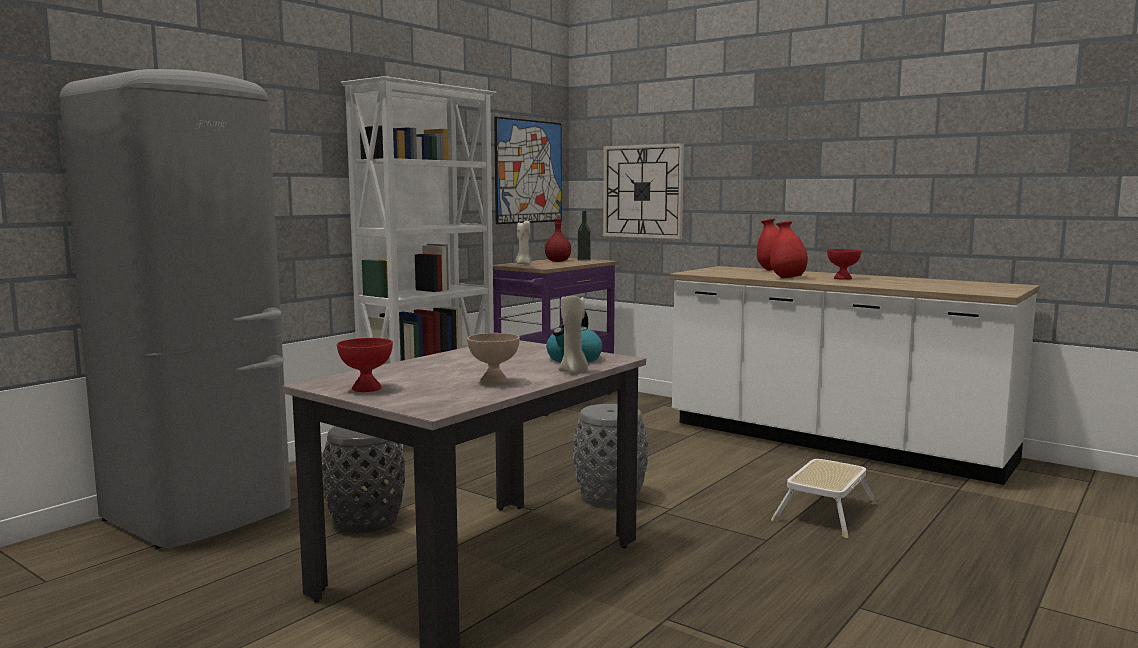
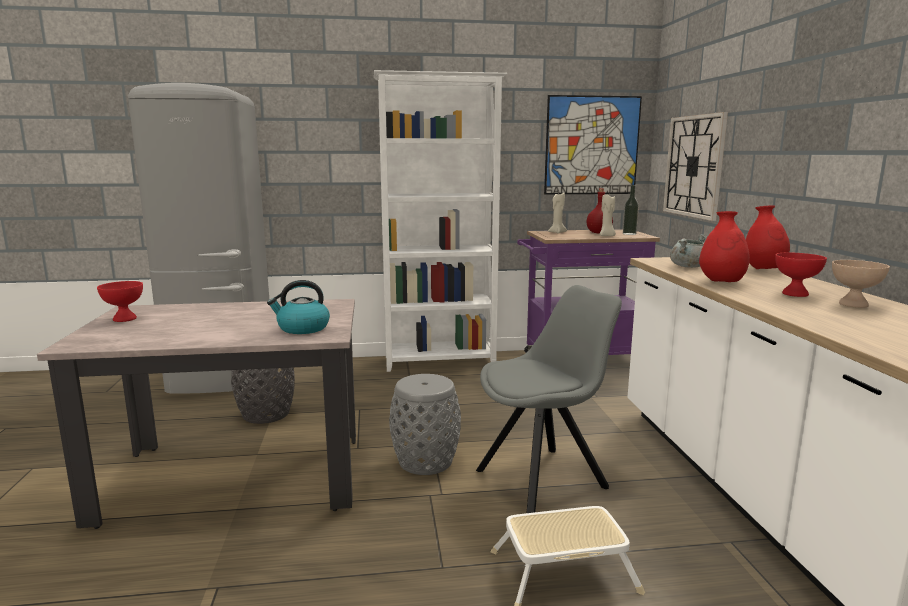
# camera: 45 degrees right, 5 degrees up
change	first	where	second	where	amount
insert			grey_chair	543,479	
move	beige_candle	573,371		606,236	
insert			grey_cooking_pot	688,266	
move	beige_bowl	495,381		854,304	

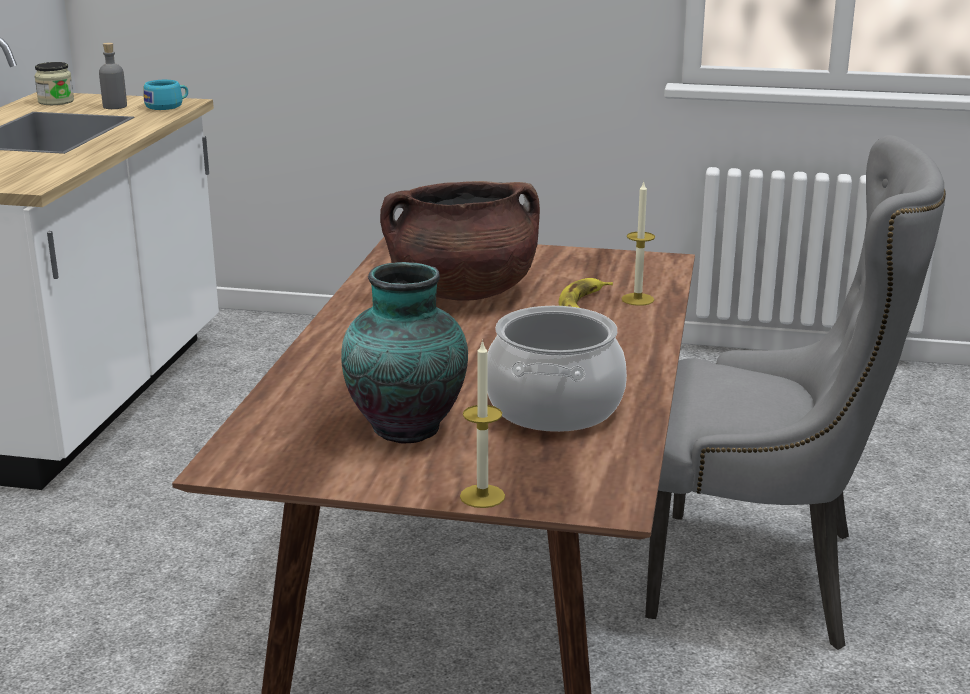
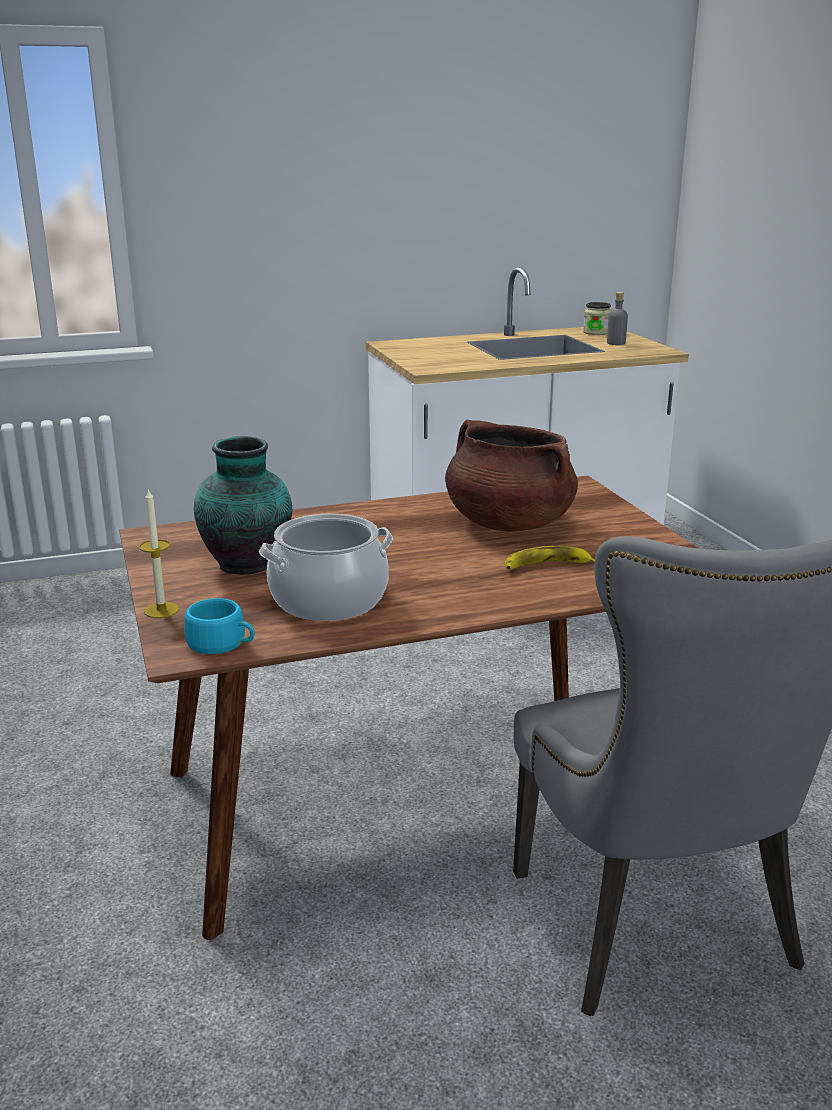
# camera: 60 degrees right, 0 degrees up
change	first	where	second	where	amount
move	turquoise_cup	168,106		222,644	
delete	candle	637,299			

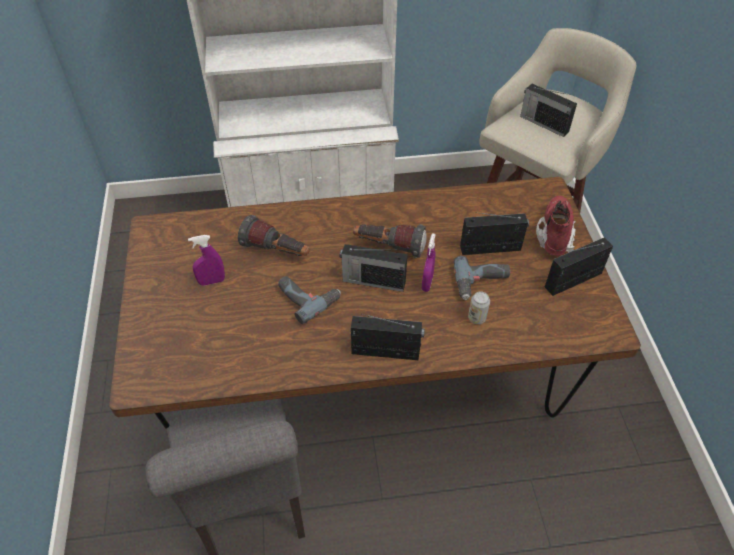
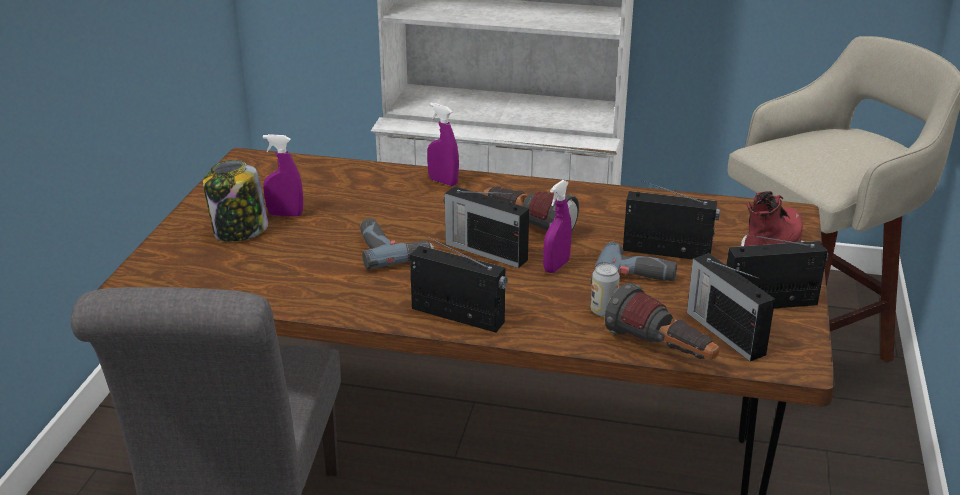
# camera: 20 degrees right, 20 degrees down
change	first	where	second	where	amount
insert			jar	239,232	
insert			purple_spray_bottle	443,182	
move	flashlight	277,251		662,351	
move	radio	543,123		724,332	

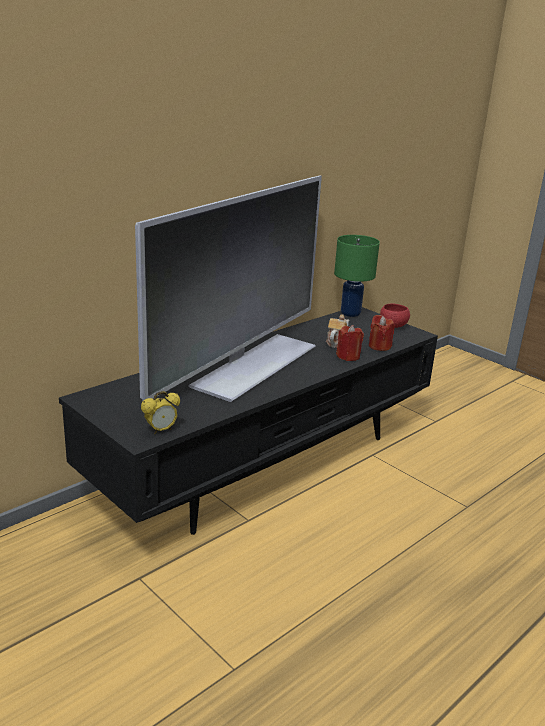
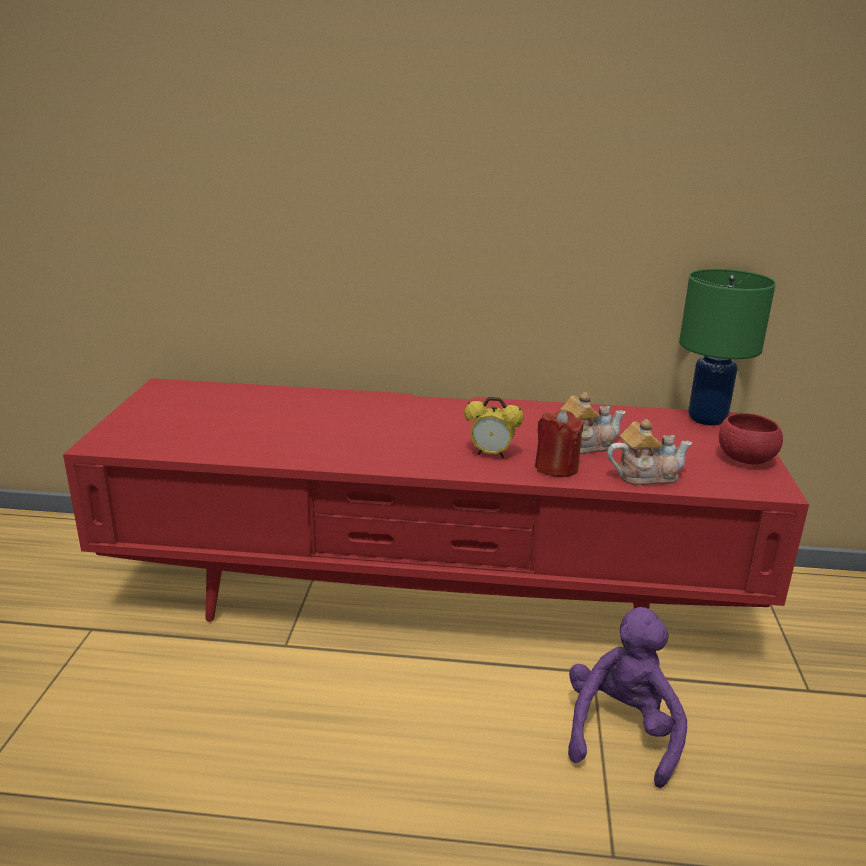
# camera: 50 degrees right, 0 degrees up
change	first	where	second	where	amount
recolor	black_tv_stand	265,461	red_tv_stand	429,593	
move	alarm_clock	161,430		491,454	
insert			purple_plush_toy	621,731	
replace	red_candle	379,346	teapot	645,475	
delete	television	253,365			

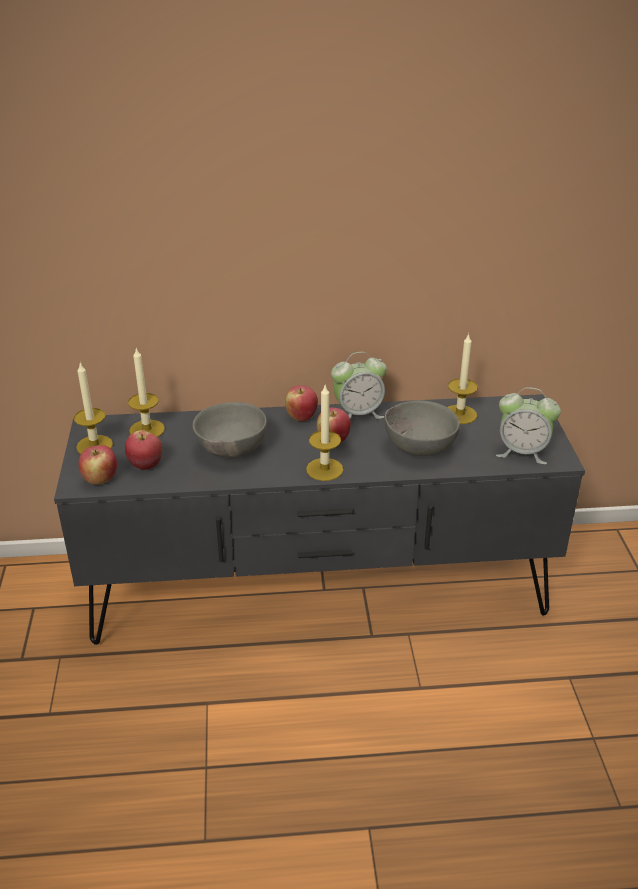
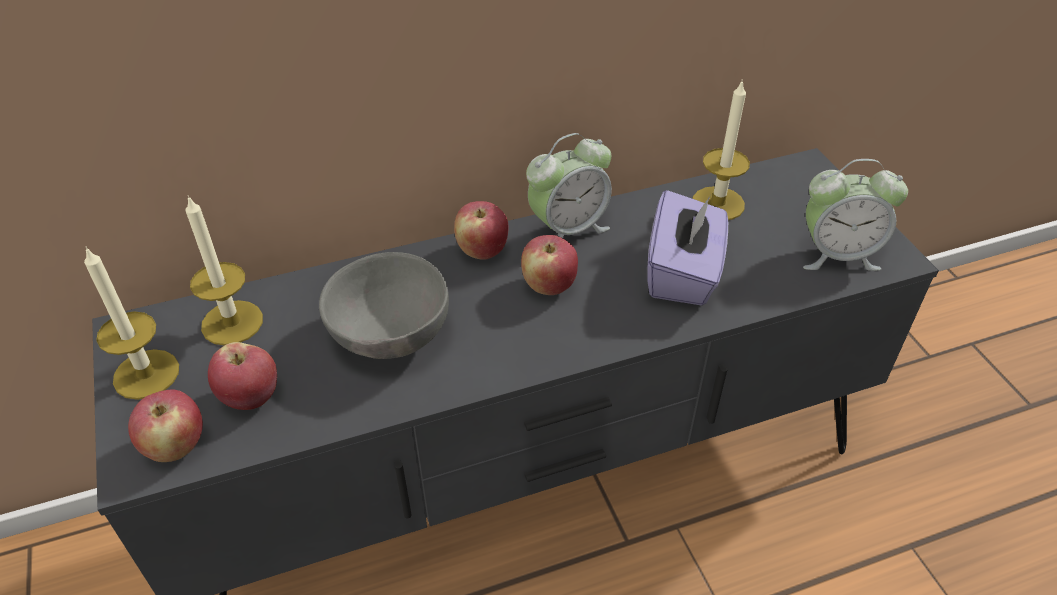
# camera: 15 degrees left, 10 degrees up
change	first	where	second	where	amount
replace	grey_bowl	418,446	purple_tissue_box	683,273	
delete	candle	324,469			

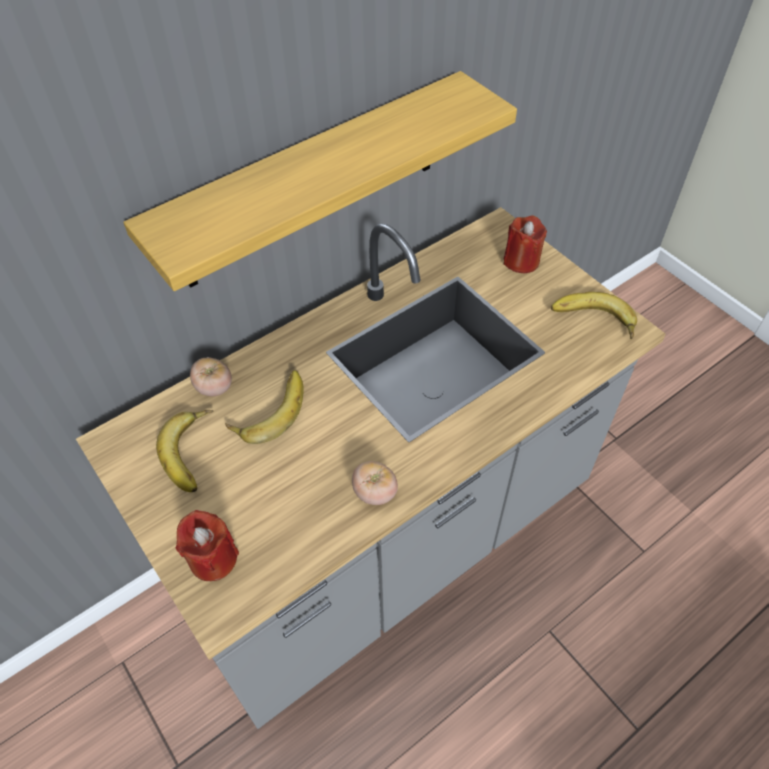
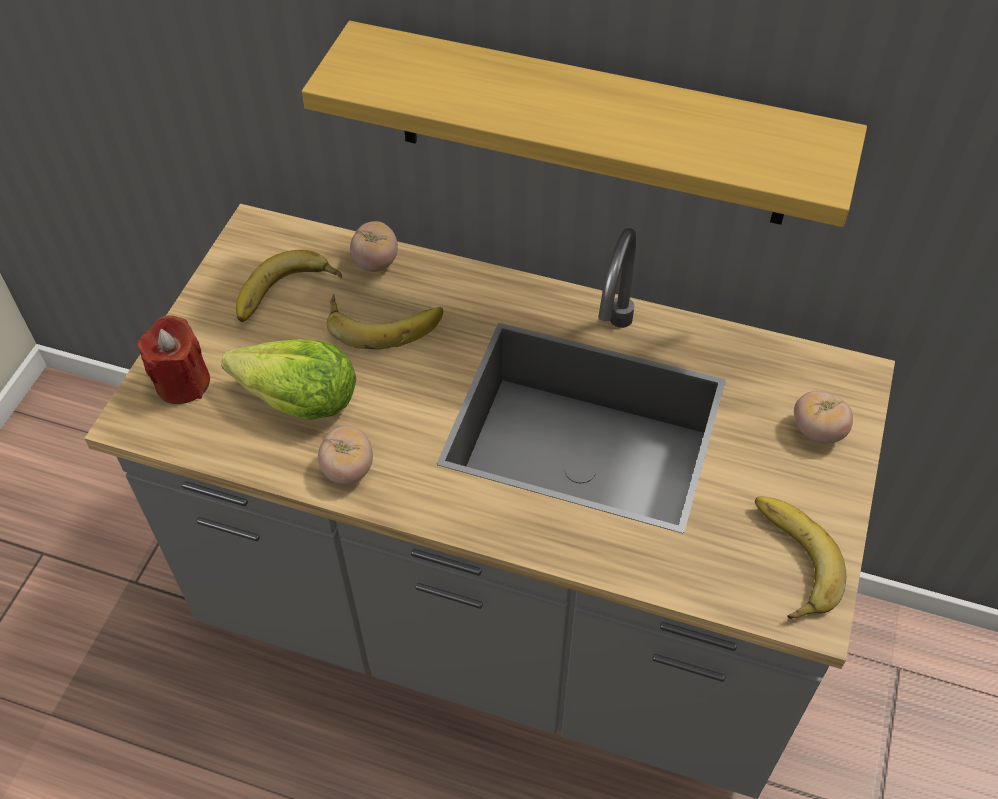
# camera: 55 degrees right, 0 degrees up
change	first	where	second	where	amount
insert			lettuce	298,400	
replace	red_candle	521,261	tomato	817,431	

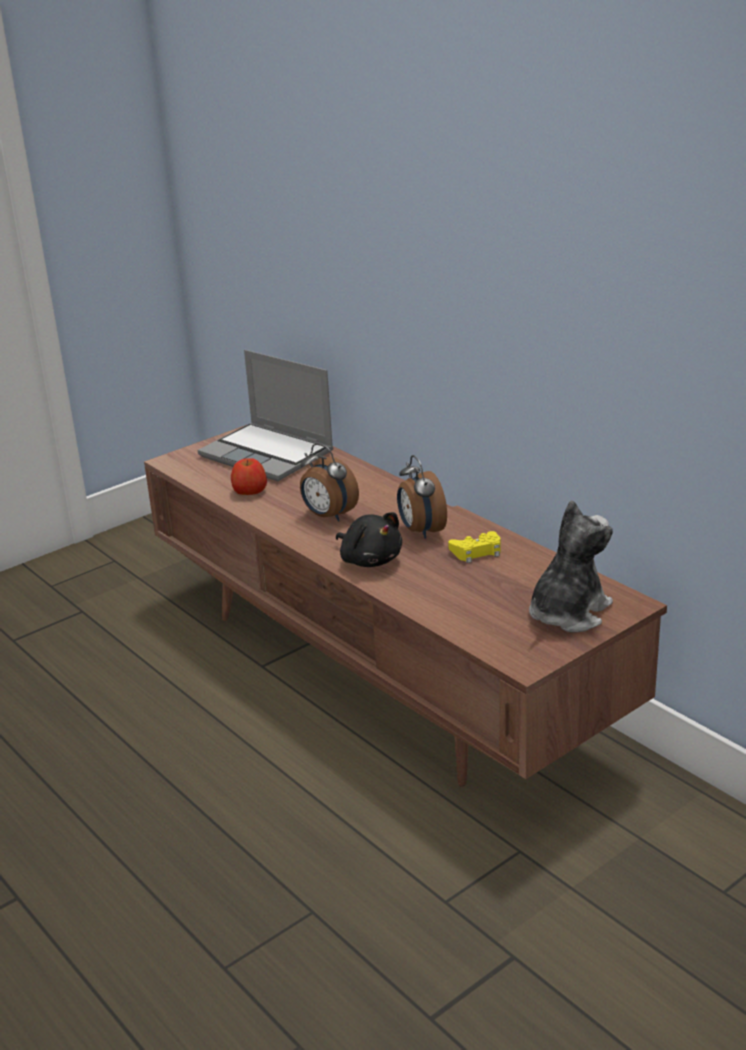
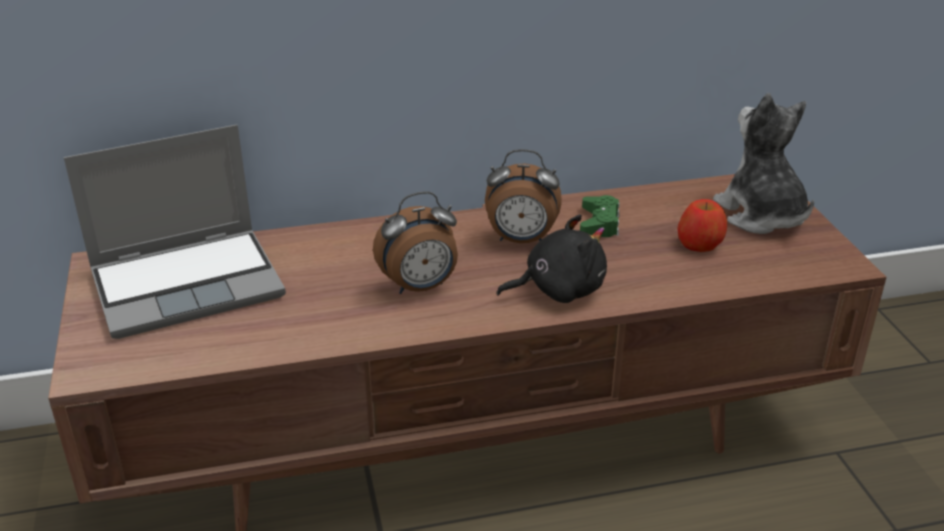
# camera: 65 degrees left, 5 degrees up
change	first	where	second	where	amount
recolor	yellow_game_controller	477,552	green_game_controller	599,223	
move	apple	249,491		700,244	

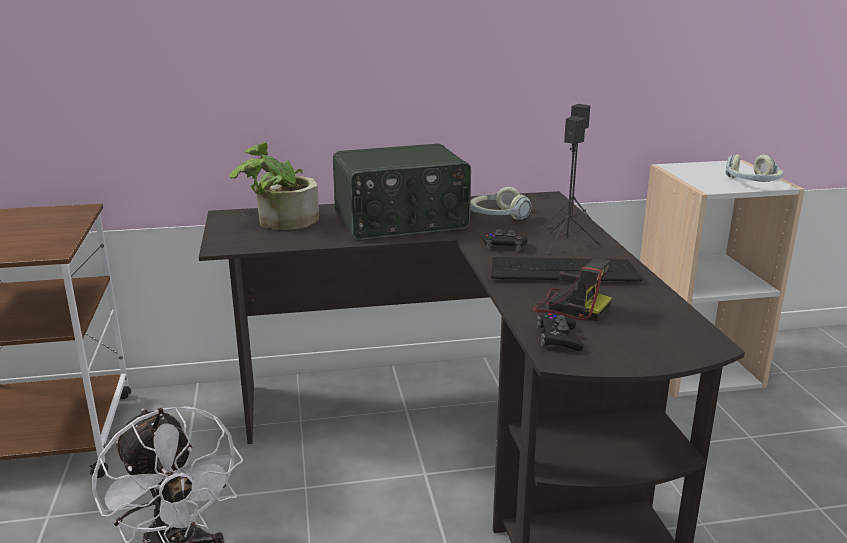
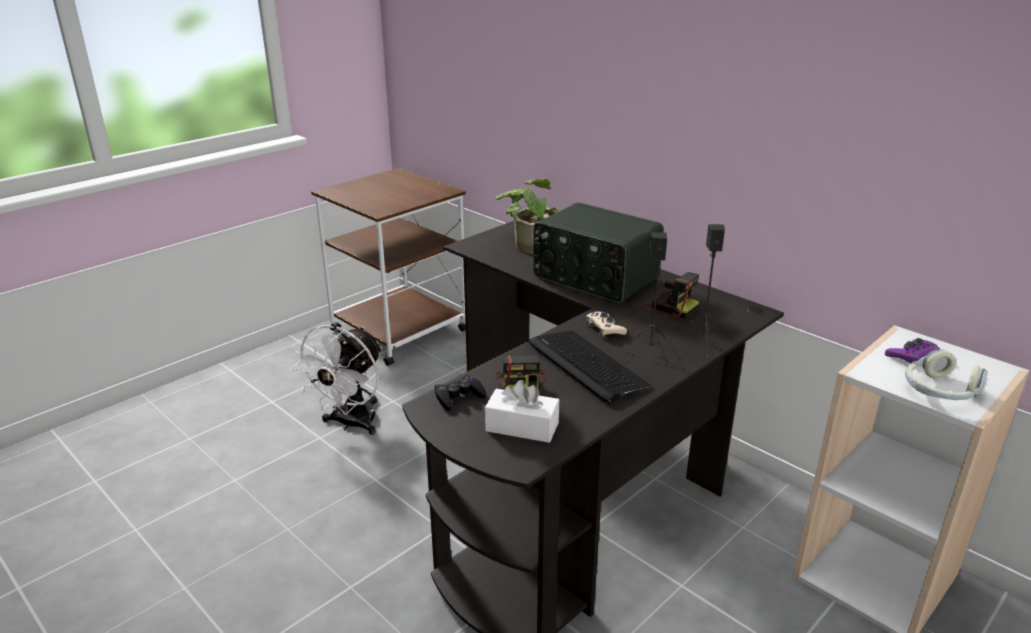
# camera: 55 degrees right, 5 degrees up
change	first	where	second	where	amount
insert			white_tissue_box	522,427	
recolor	black_game_controller	504,246	beige_game_controller	605,329	
replace	headphones	497,216	photo_camera	668,306	
insert			purple_game_controller	912,357	

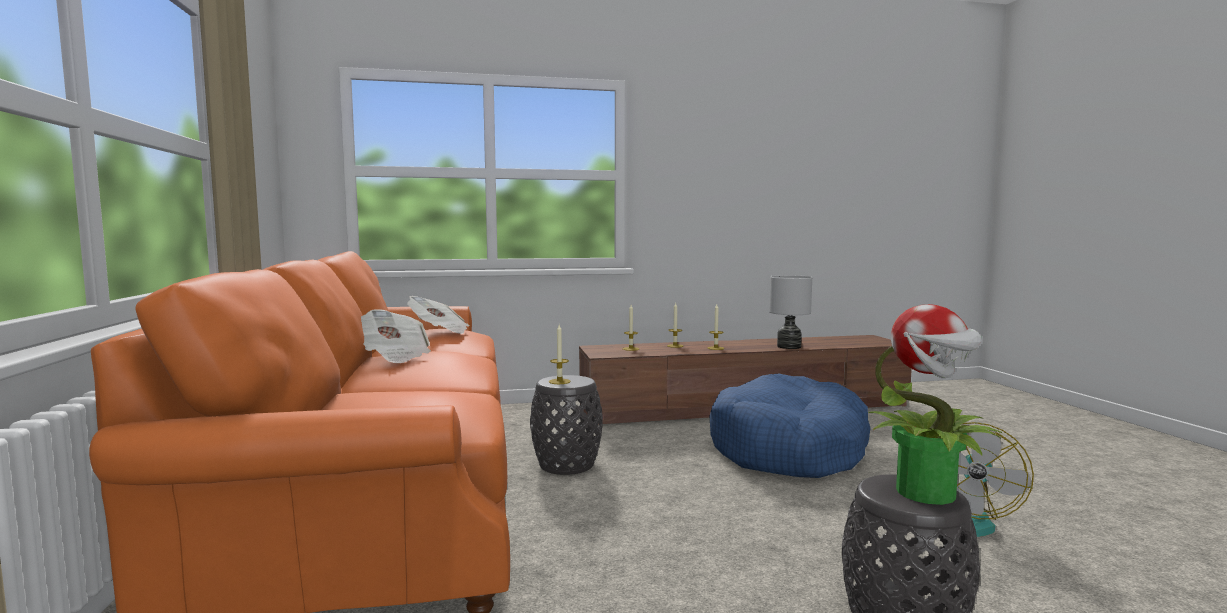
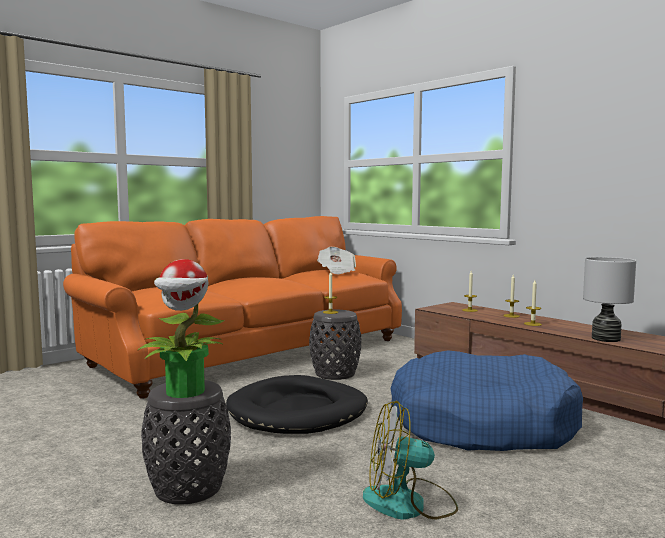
# camera: 60 degrees right, 0 degrees up
change	first	where	second	where	amount
insert			black_dog_bed	298,411	
delete	newspaper	393,356			

